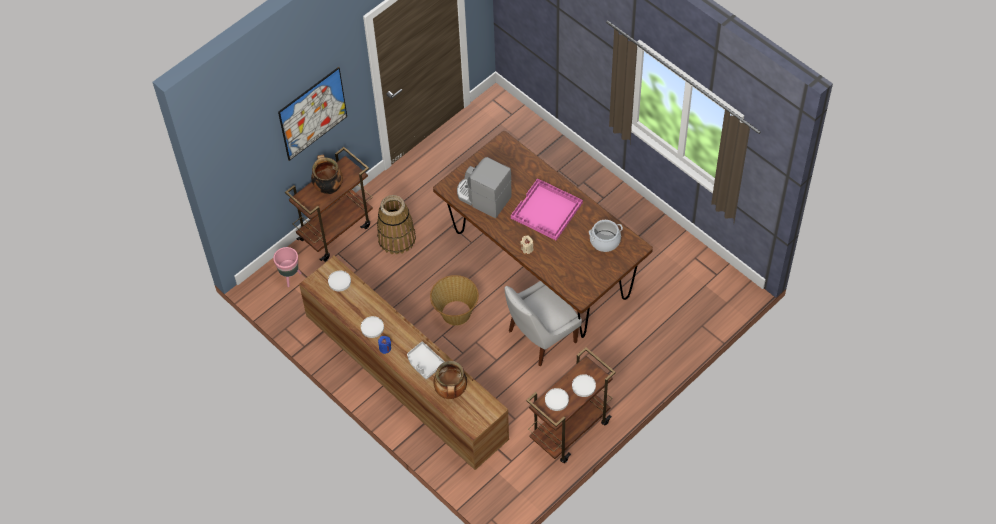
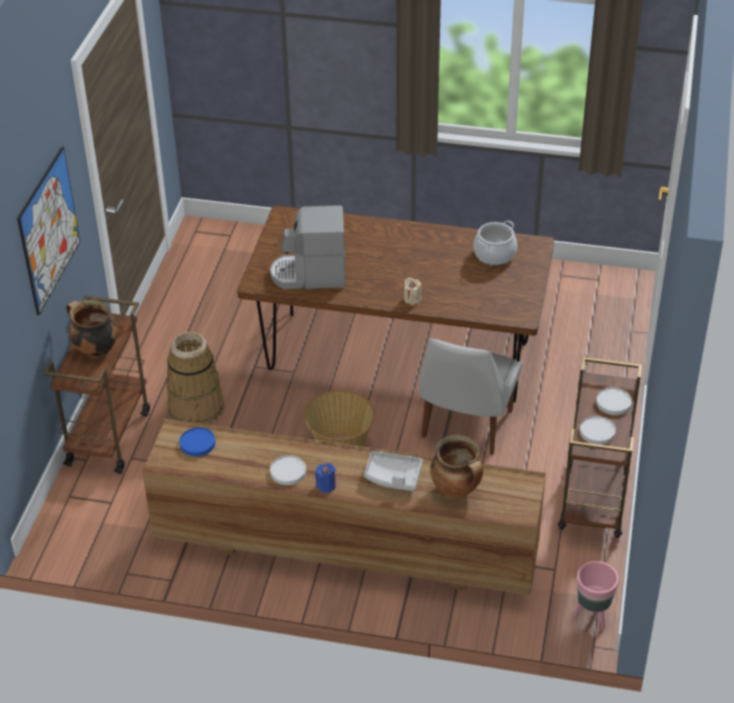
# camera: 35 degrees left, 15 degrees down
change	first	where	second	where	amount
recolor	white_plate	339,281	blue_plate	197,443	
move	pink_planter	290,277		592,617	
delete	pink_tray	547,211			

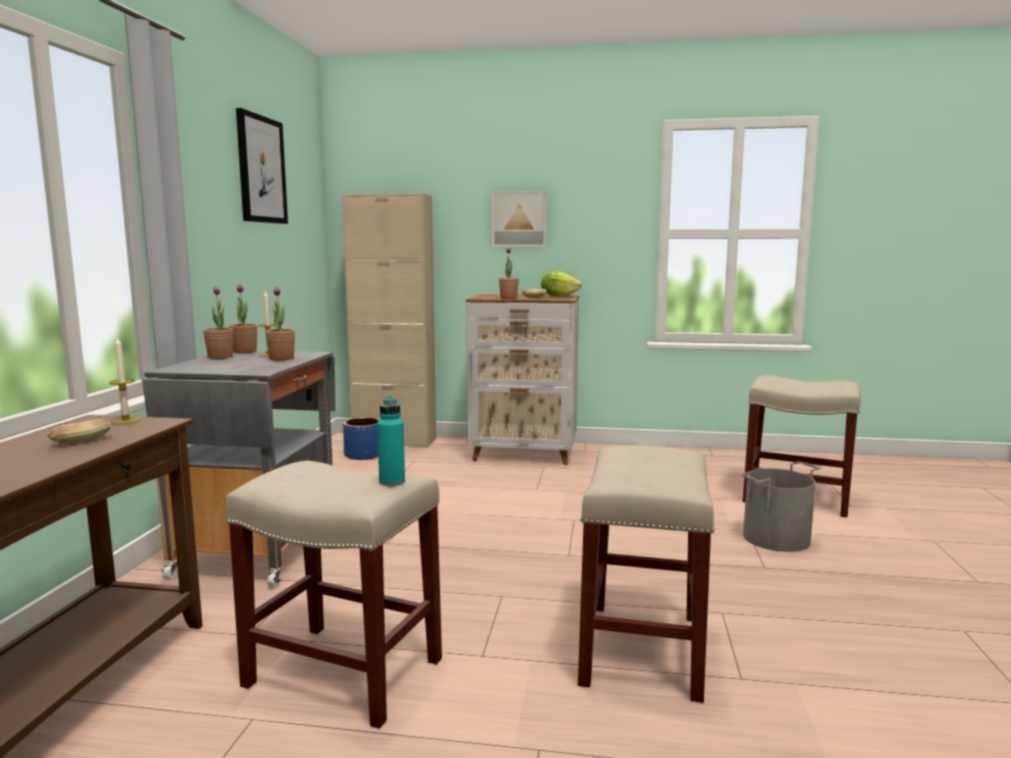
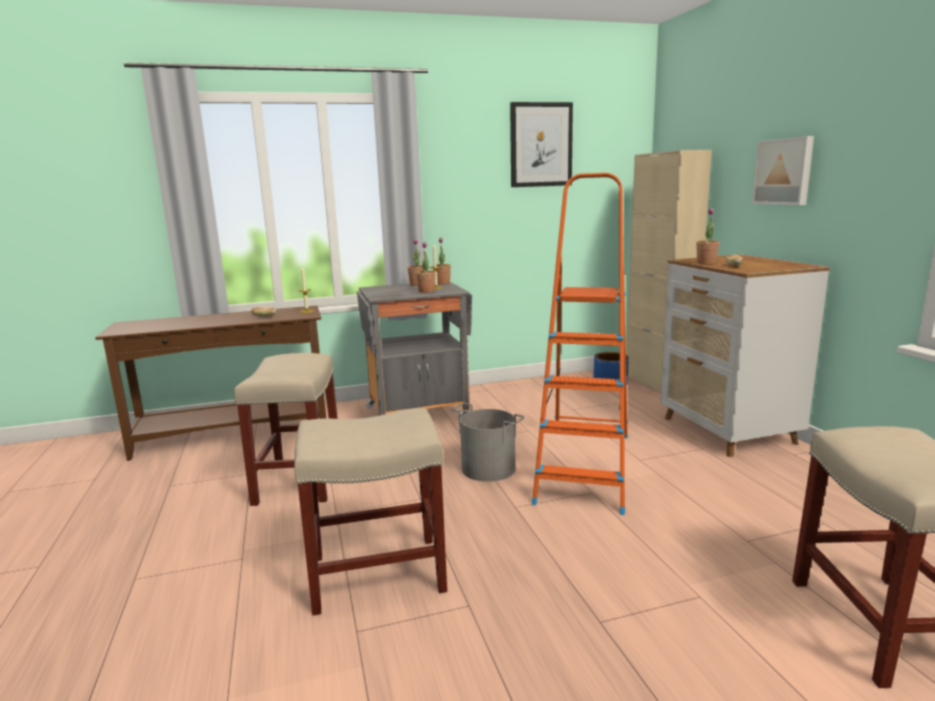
# camera: 65 degrees right, 5 degrees up
change	first	where	second	where	amount
move	grey_bucket	775,538		489,468	
insert			orange_step_ladder	585,467	
delete	turquoise_bottle	392,482			
delete	lettuce	558,296			

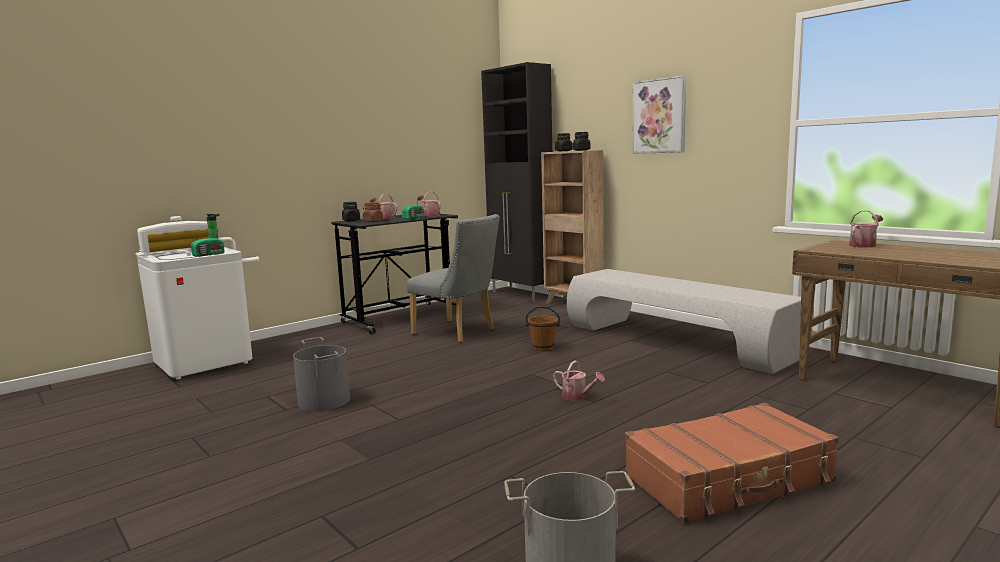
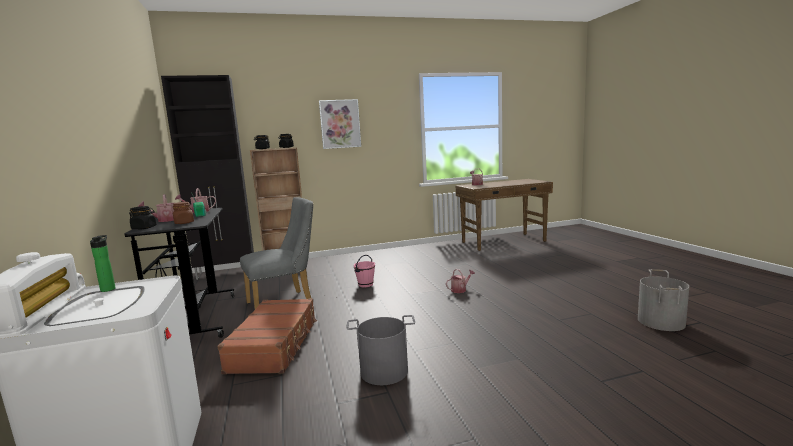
# camera: 65 degrees left, 0 degrees up
change	first	where	second	where	amount
move	brown_suitcase	729,479		275,345	
recolor	brown_bucket	543,348	pink_bucket	365,285	
delete	radio	210,254			
delete	grey_bench	677,340			

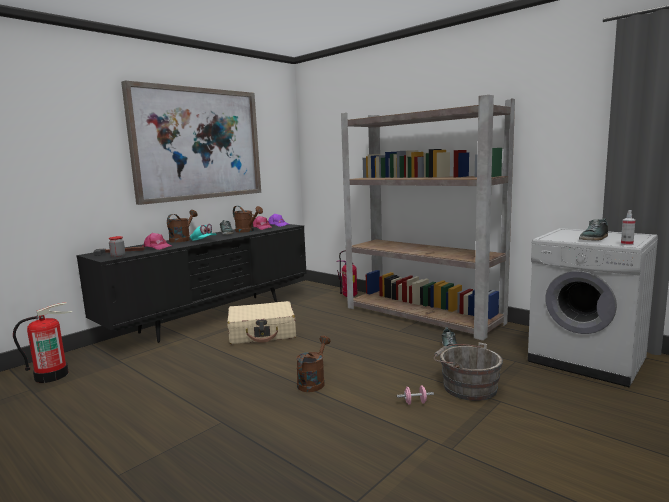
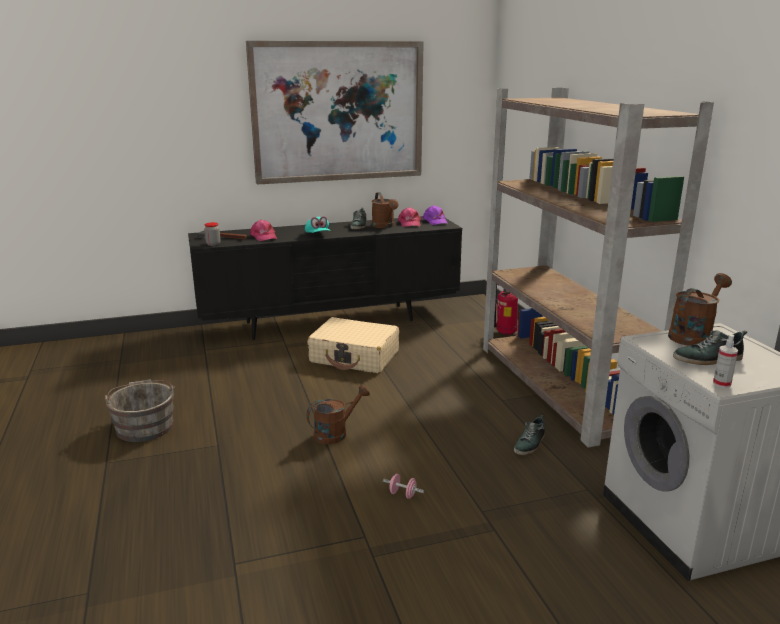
# camera: 30 degrees right, 10 degrees up
change	first	where	second	where	amount
move	grey_bucket	466,387		145,425	
move	brown_watering_can	182,239		693,335	
delete	fire_extinguisher	52,375			

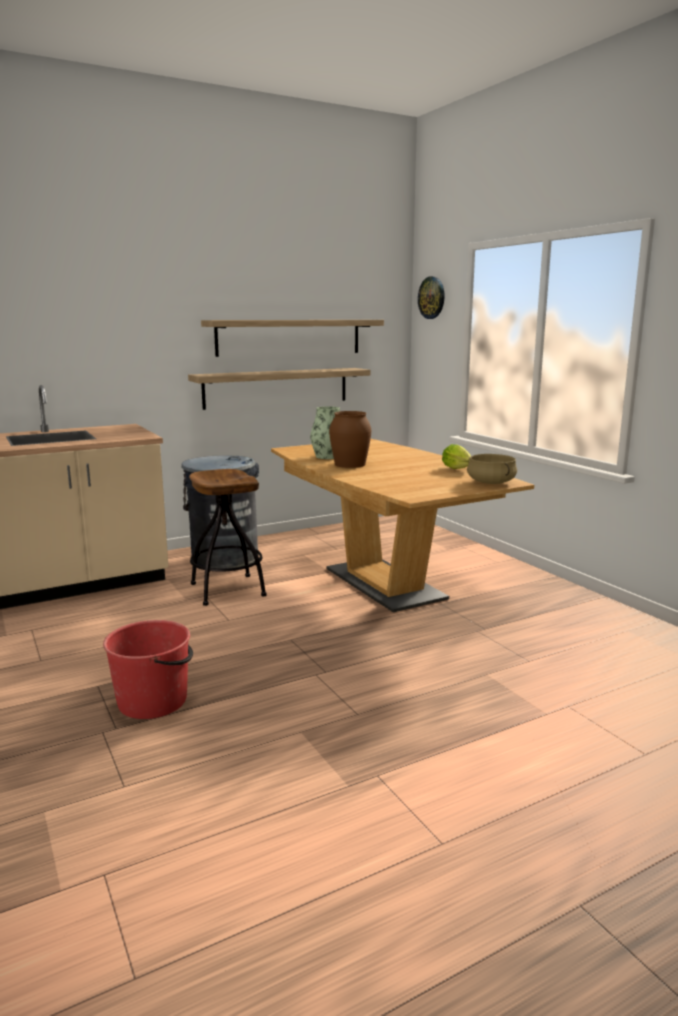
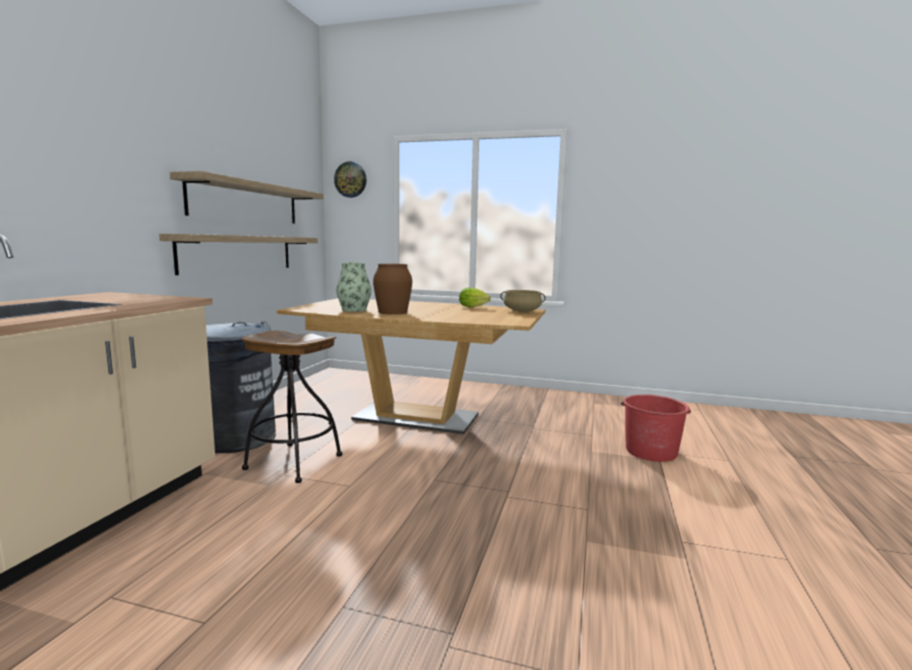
# camera: 45 degrees left, 5 degrees down
change	first	where	second	where	amount
move	red_bucket	154,701		650,451	

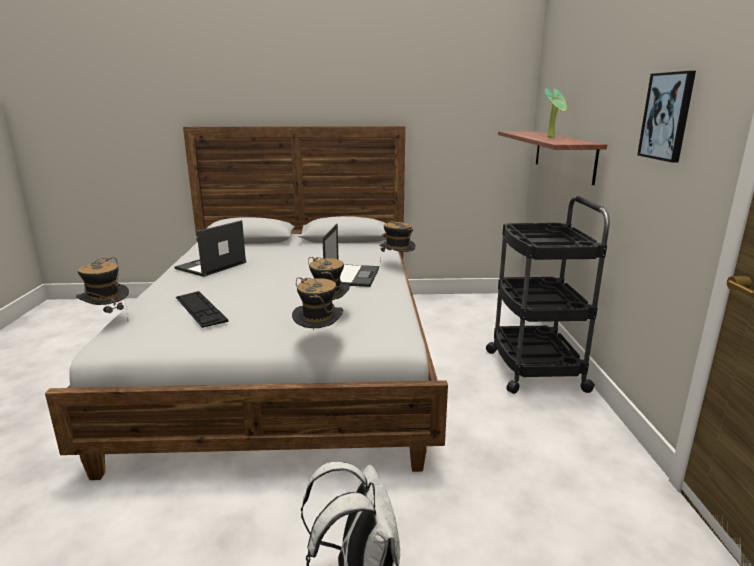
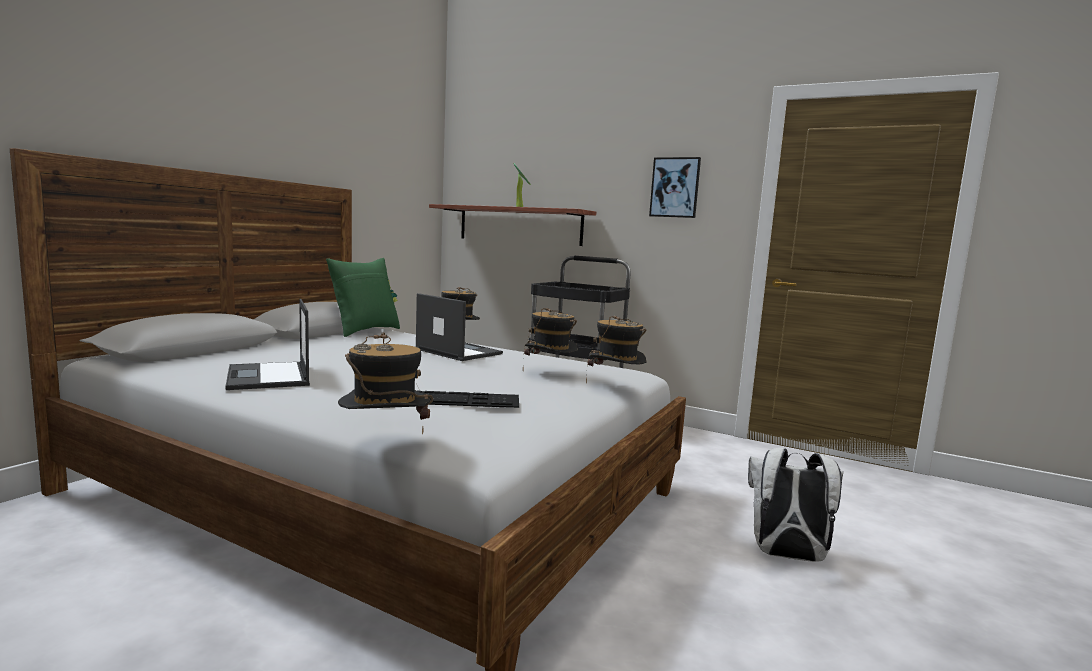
# camera: 60 degrees left, 10 degrees down
change	first	where	second	where	amount
insert			green_pillow	365,331	

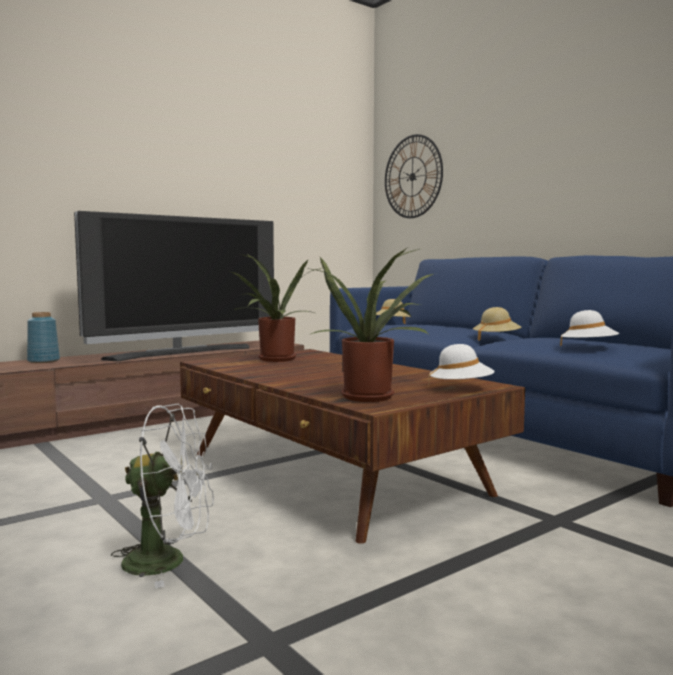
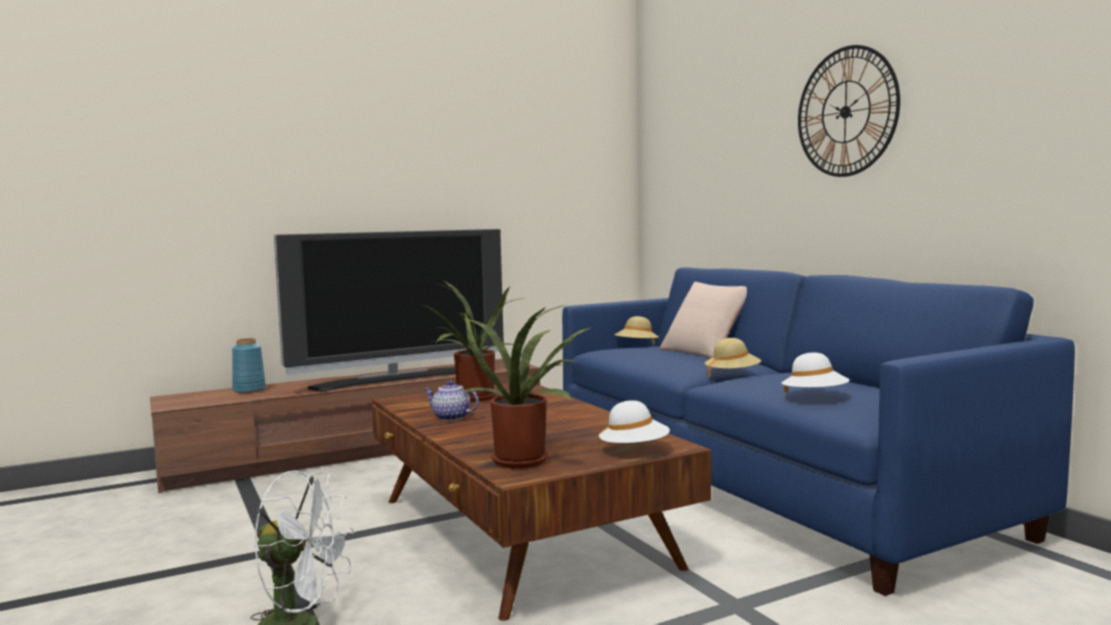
# camera: 10 degrees right, 0 degrees up
change	first	where	second	where	amount
insert			teapot	450,417	
insert			beige_pillow	704,351	
move	wall_clock	412,176		846,112	

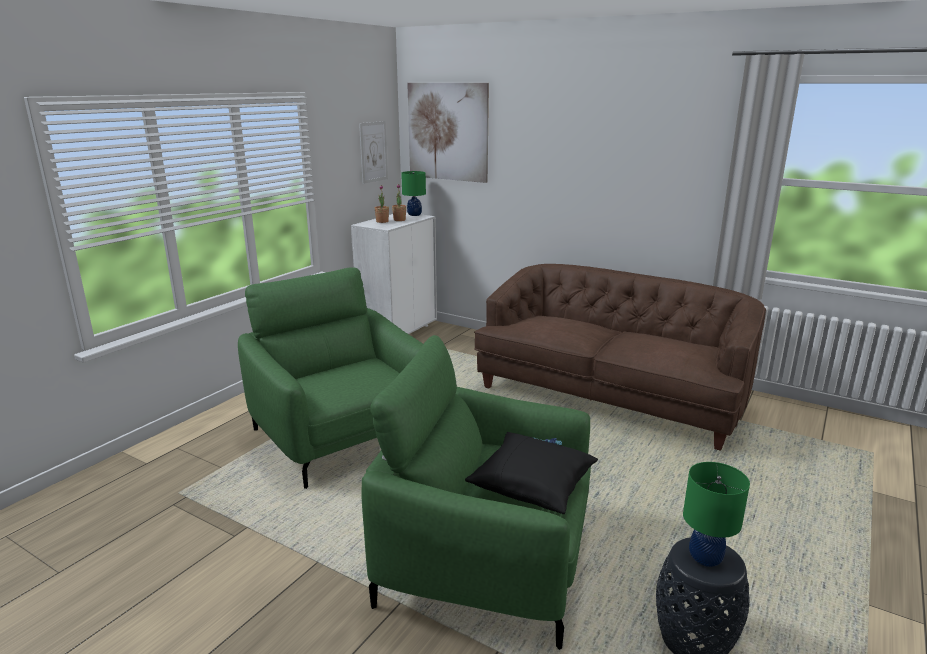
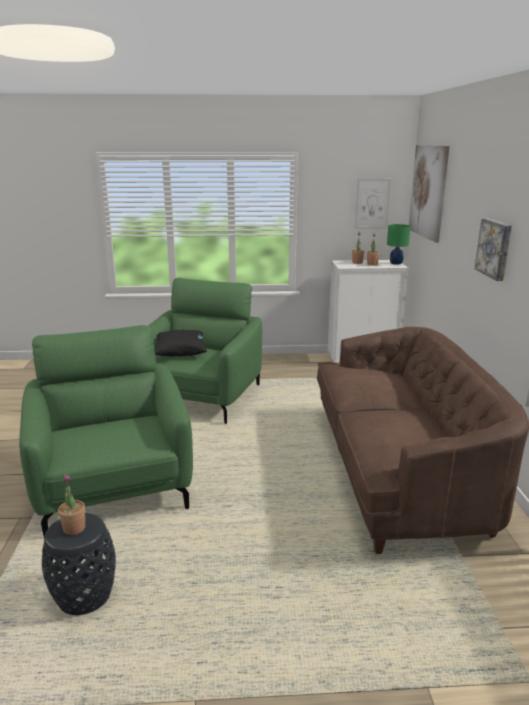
# camera: 55 degrees right, 0 degrees up
change	first	where	second	where	amount
replace	green_table_lamp	706,558	potted_plant	74,528	
move	black_pillow	532,486		180,352	
insert			picture	495,248	

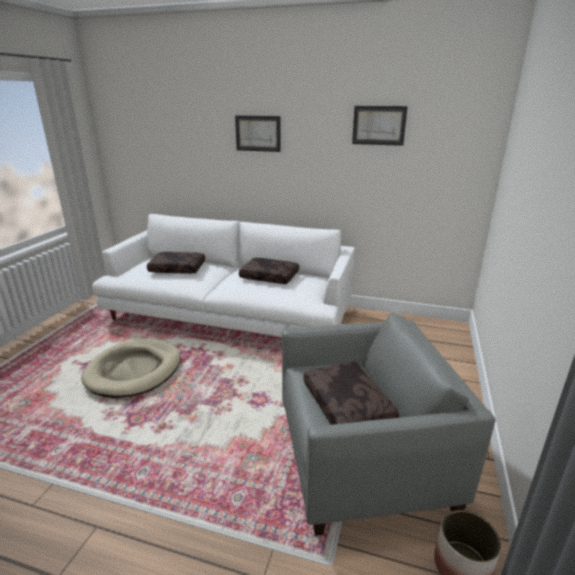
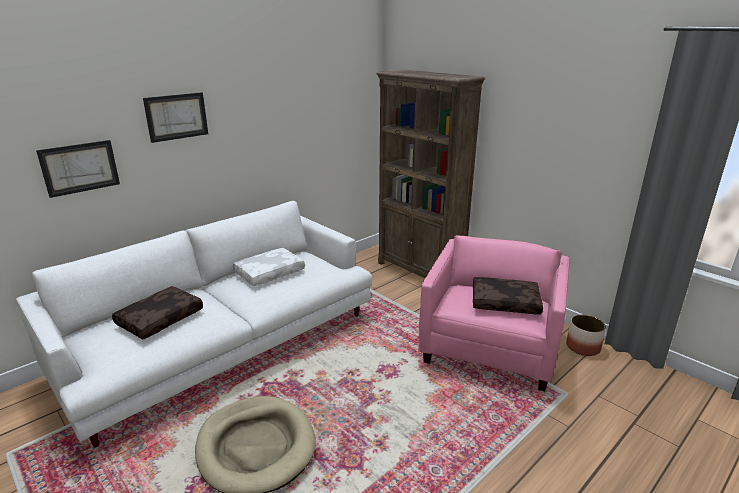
# camera: 60 degrees left, 0 degrees up
change	first	where	second	where	amount
move	picture	379,125		80,168	
recolor	brown_pillow	270,276	white_pillow	269,273	
insert			brown_bookcase	420,272	
recolor	grey_armchair	363,460	pink_armchair	490,346	

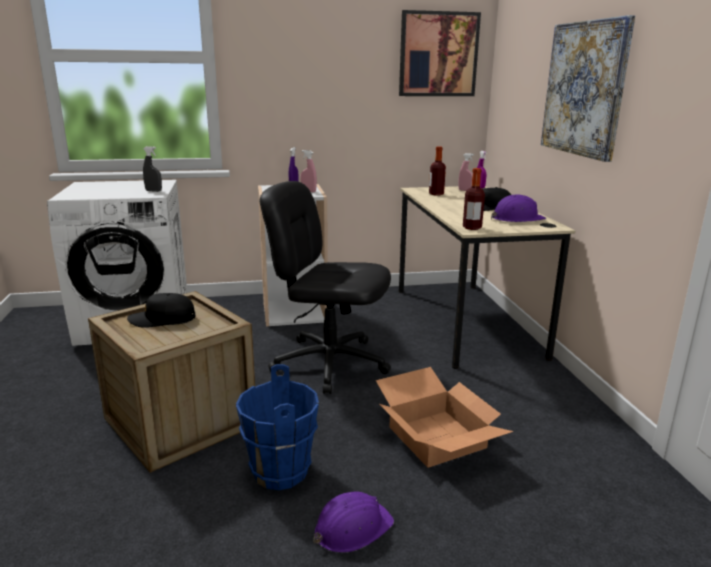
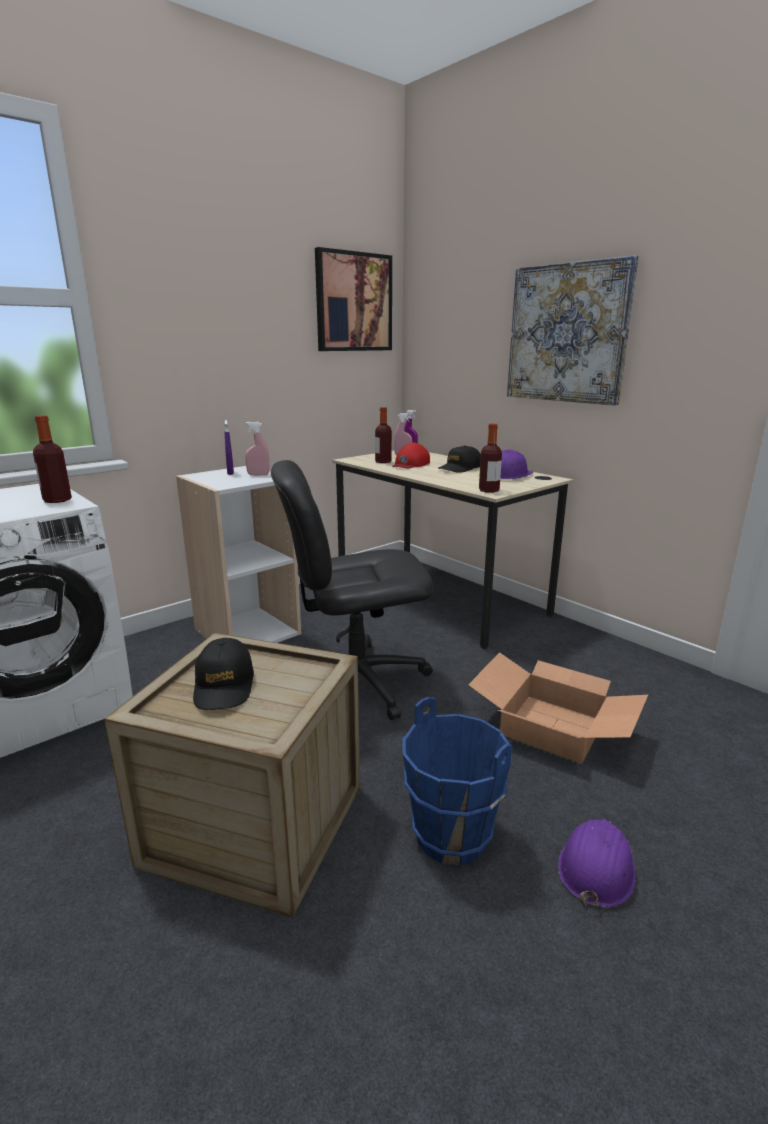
# camera: 30 degrees left, 0 degrees up
change	first	where	second	where	amount
replace	grey_spray_bottle	153,191	bottle	57,500	
rotate	black_cap	162,319		224,685	60 degrees counterclockwise
insert			red_cap	410,464	

